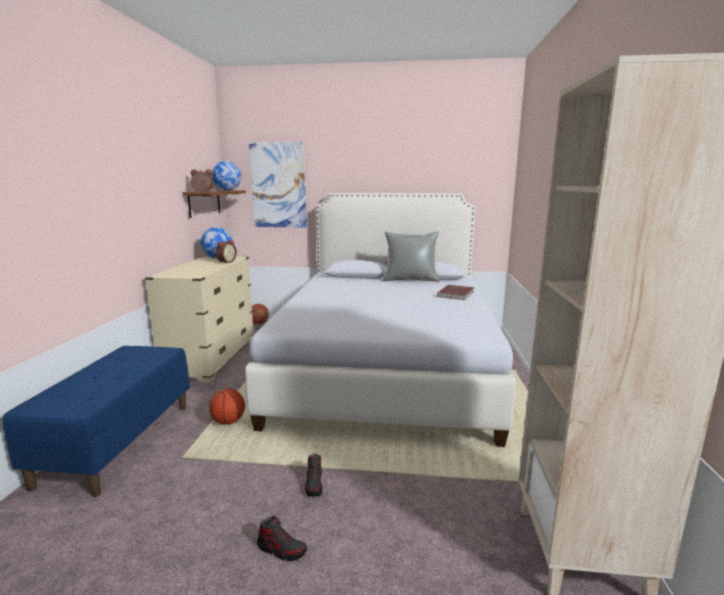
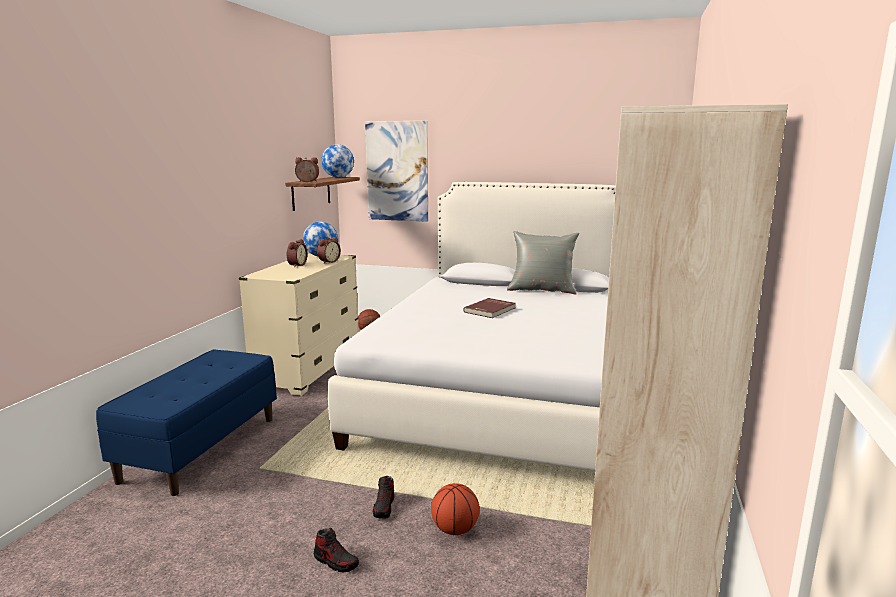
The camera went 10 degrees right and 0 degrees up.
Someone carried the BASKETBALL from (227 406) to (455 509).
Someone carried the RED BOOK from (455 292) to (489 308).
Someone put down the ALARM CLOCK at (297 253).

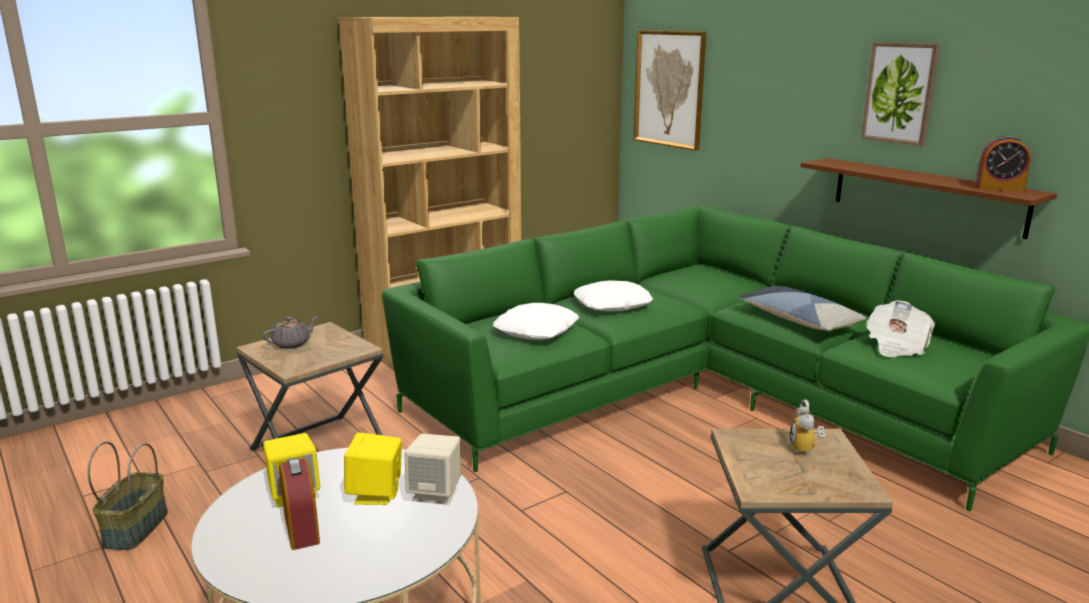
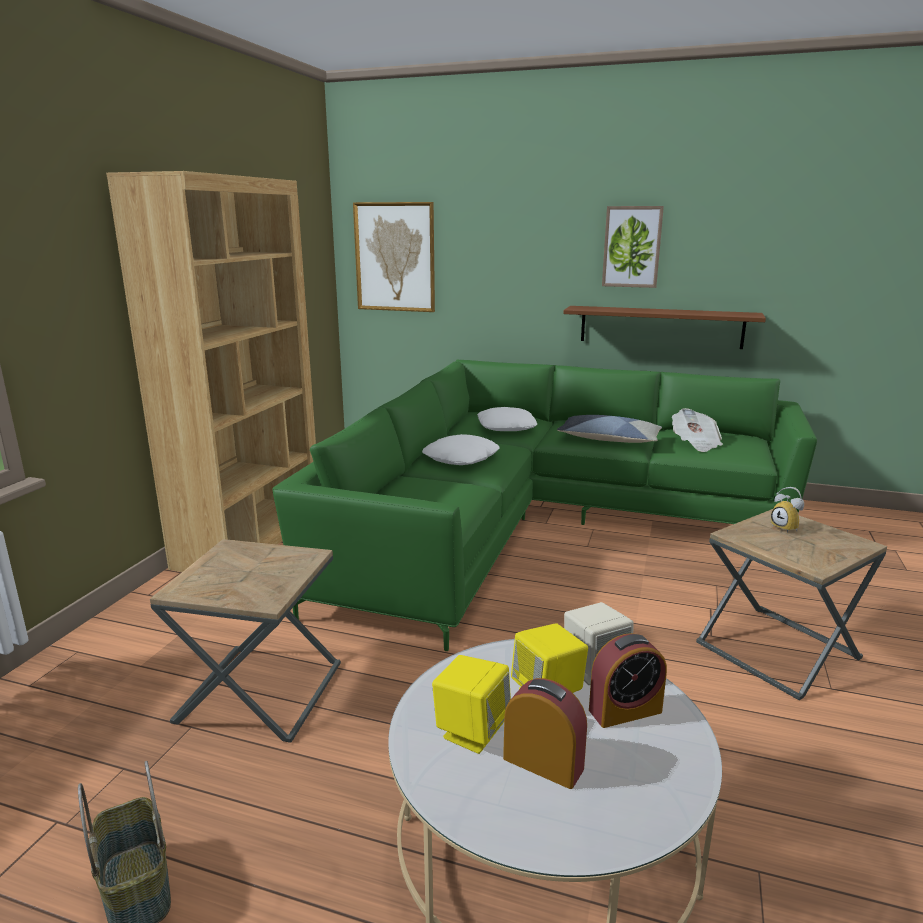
The camera went 35 degrees left and 0 degrees up.
Someone took away the GREY TEAPOT at (290 332).
Someone carried the WHITE PILLOW from (536 321) to (507 419).
Someone carried the ALARM CLOCK from (1003 164) to (628 680).

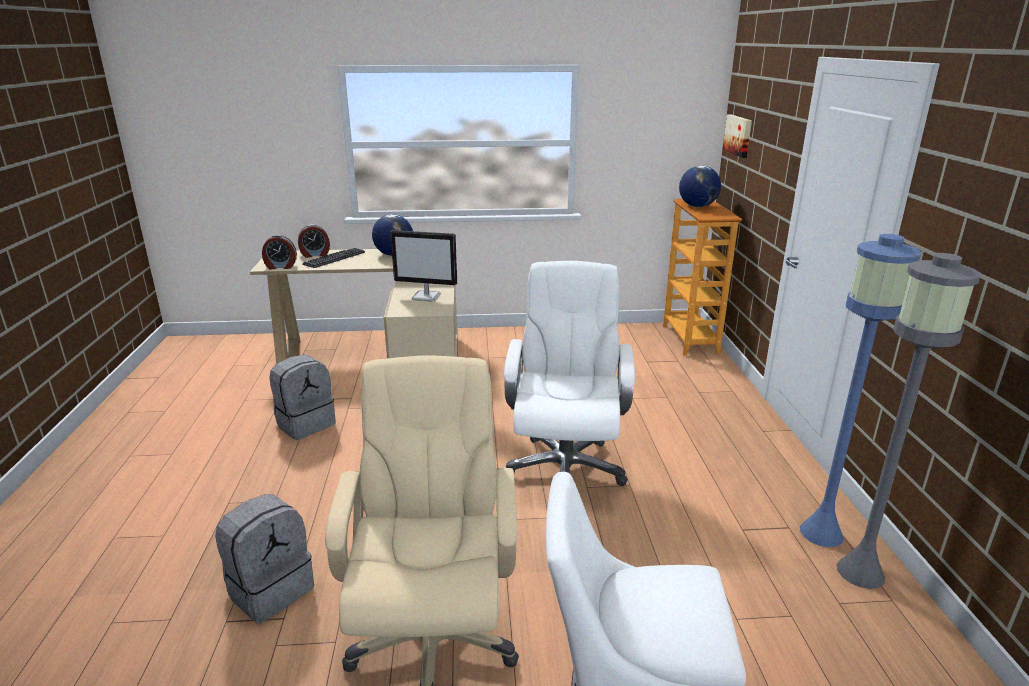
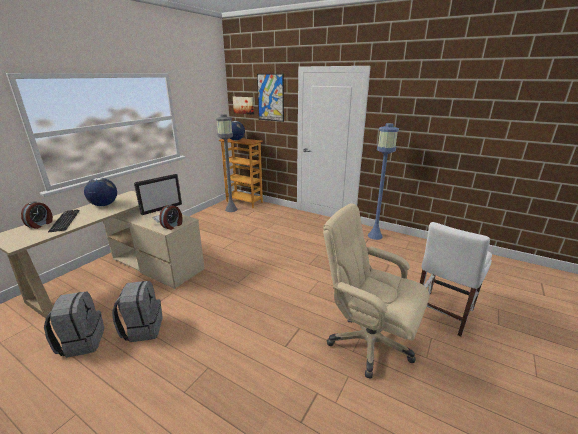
The camera went 55 degrees left and 0 degrees up.
Someone carried the GREY BACKPACK from (264 558) to (74 325).
Someone carried the ALARM CLOCK from (279 252) to (171 217).
Someone took away the WHITE OFFICE CHAIR at (569 373).
Someone carried the GREY FLOOR LAMP from (909 421) to (227 163).
Someone put up the PICTURE at (270 98).

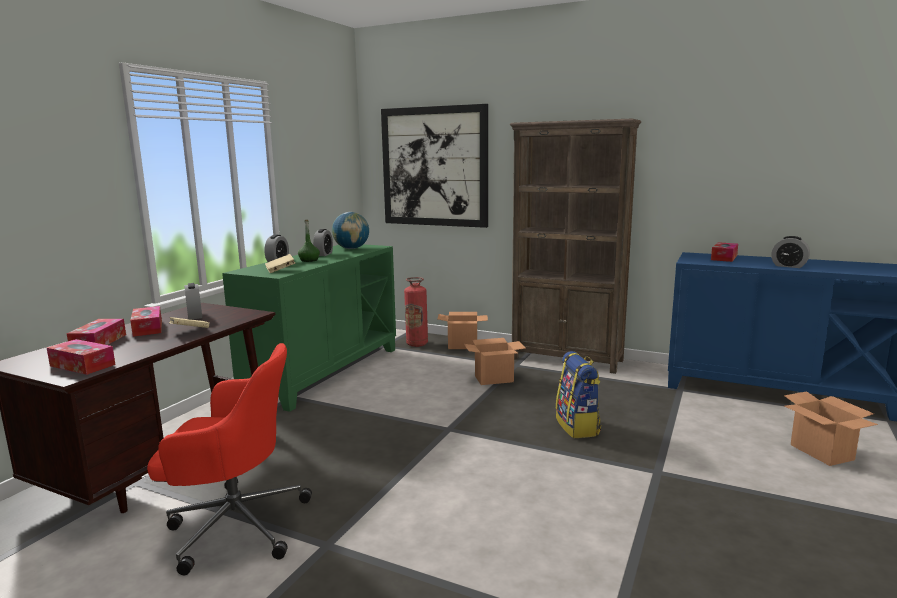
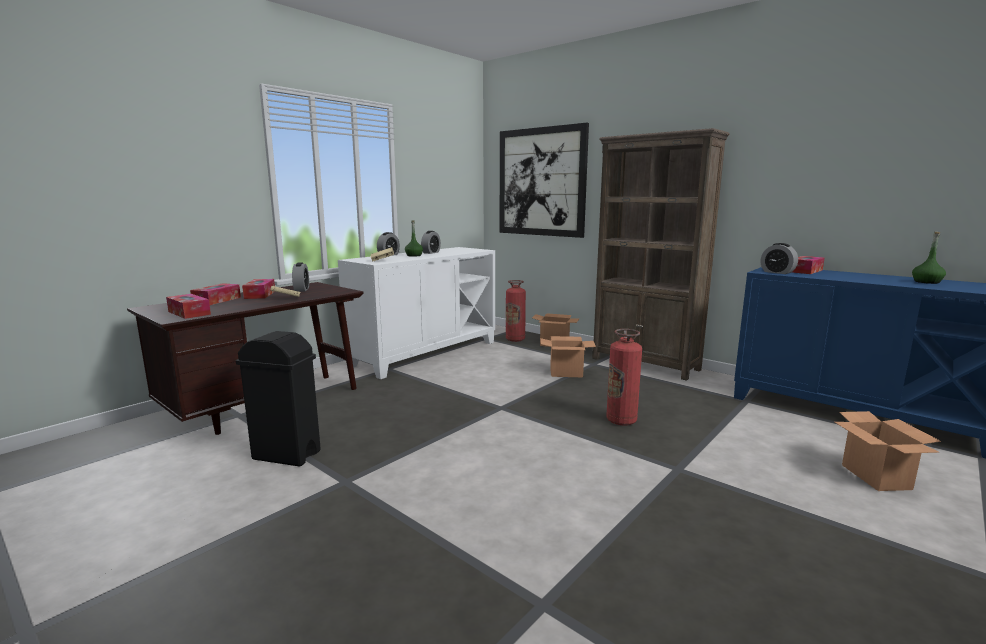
The camera went 15 degrees right and 0 degrees up.
Someone swapped the RED OFFICE CHAIR at (229 459) for the BLACK TRASH CAN at (278 399).
Someone repainted the GREEN CABINET at (309 328), which became the WHITE CABINET at (416 313).
Someone took away the GLOBE at (350 230).
Someone swapped the BACKPACK at (578 394) for the FIRE EXTINGUISHER at (624 377).
Someone carried the ALARM CLOCK from (790 252) to (779 258).
Someone put down the GREEN BOTTLE at (929 258).

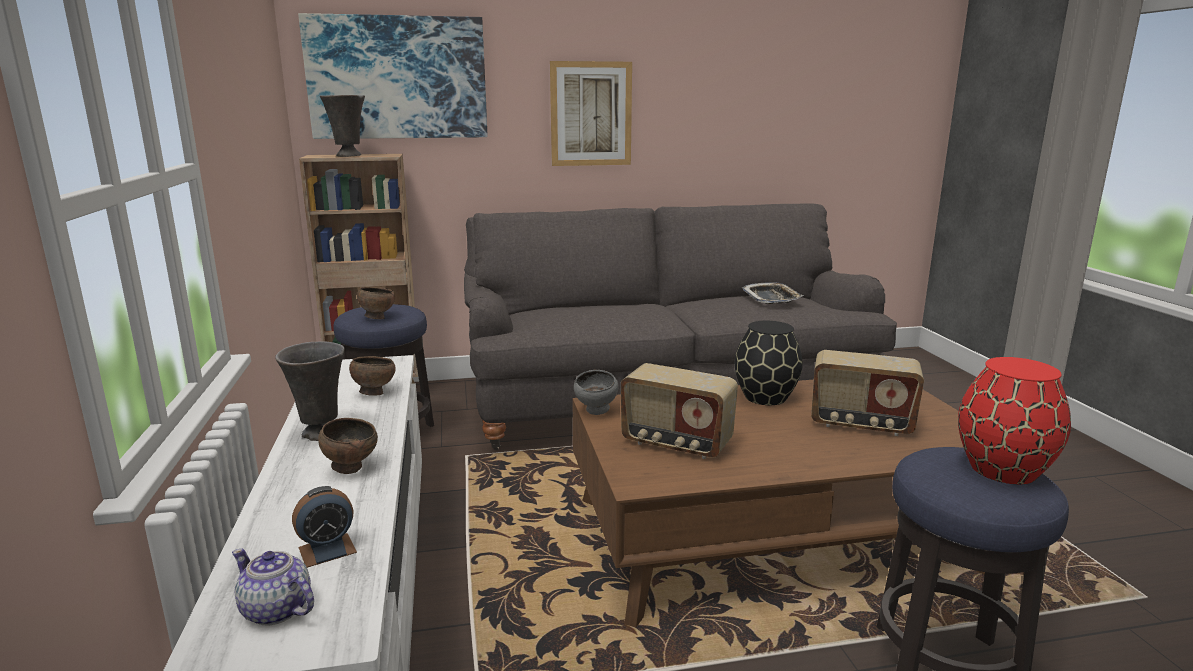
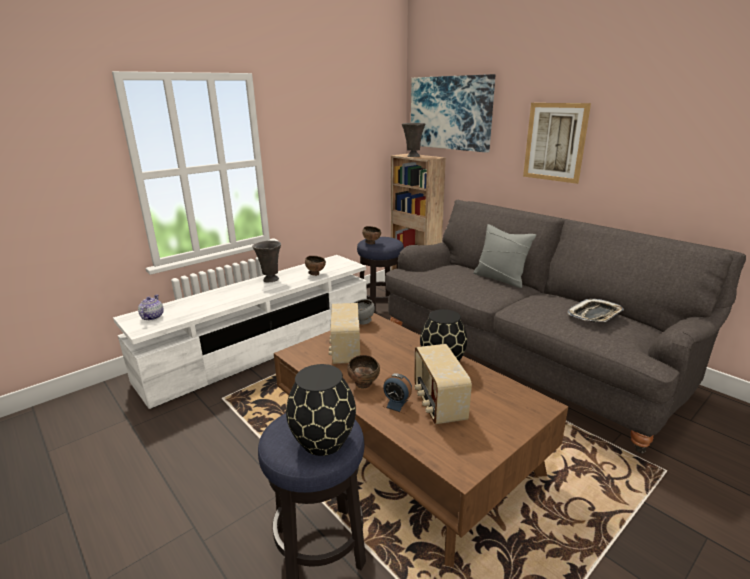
The camera went 60 degrees right and 5 degrees up.
Someone carried the ALARM CLOCK from (324 527) to (397 393).
Someone carried the BROWN BOWL from (348 446) to (363 372).
Someone repainted the RED VASE at (1014 420), which became the BLACK VASE at (321 410).
Someone put down the GREY PILLOW at (504 256).

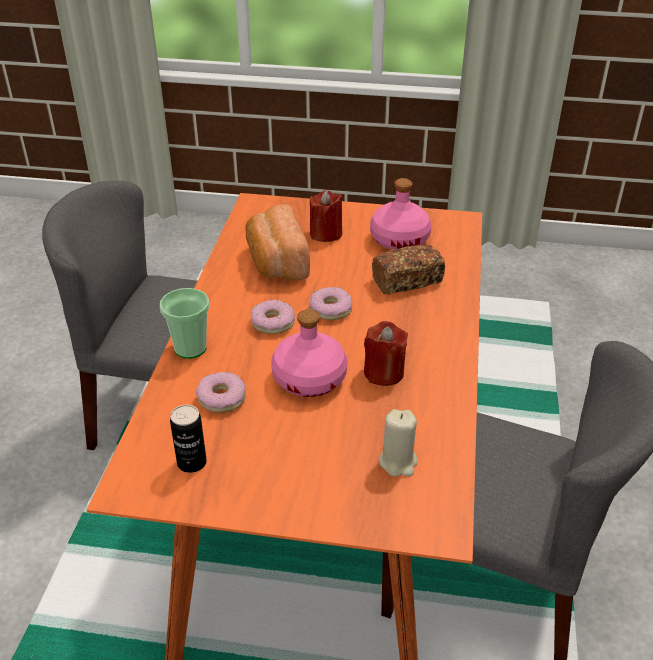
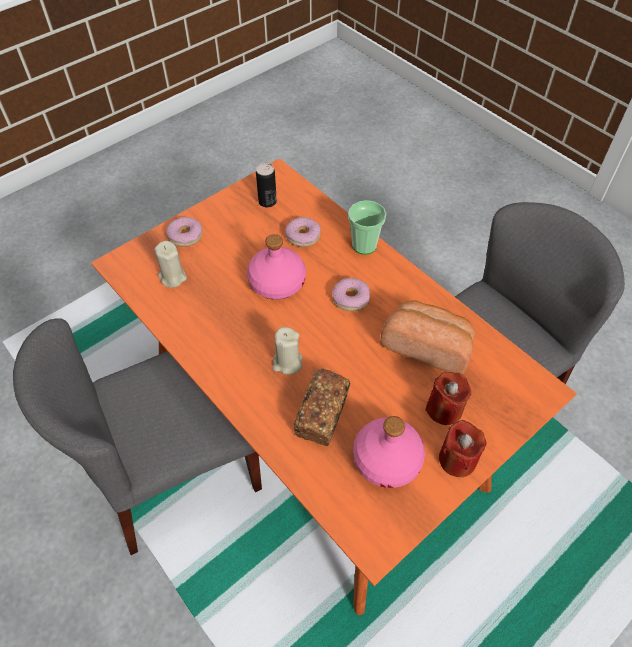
The camera went 130 degrees right and 15 degrees up.
Someone carried the DONUT from (330 303) to (184 232).
Someone carried the RED CANDLE from (386 353) to (463 448).
Someone put down the BEIGE CANDLE at (288 351).

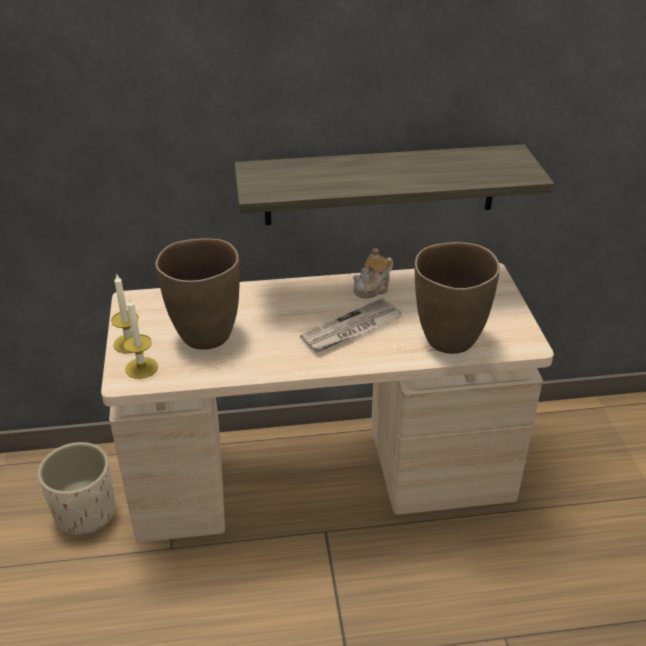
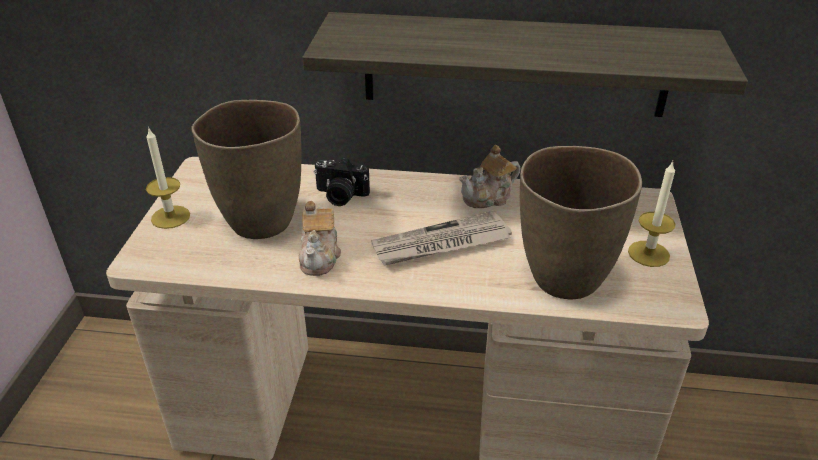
The camera went 15 degrees right and 0 degrees up.
Someone took away the BEIGE PLANTER at (76 489).
Someone carried the CANDLE from (140 338) to (651 214).
Someone put down the TEAPOT at (320 238).
Someone put down the PHOTO CAMERA at (342 182).

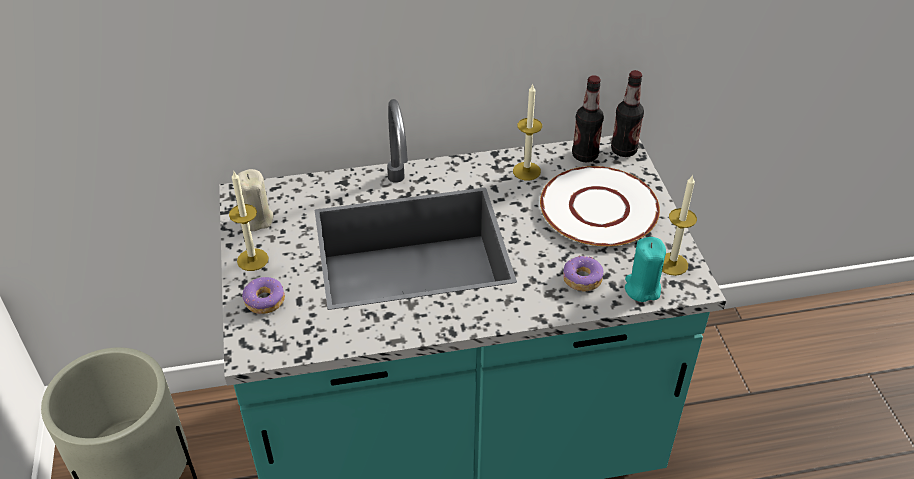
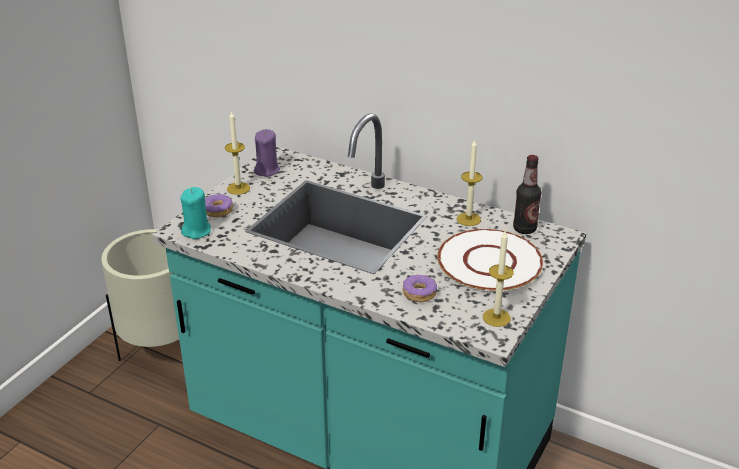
The camera went 40 degrees right and 10 degrees down.
Someone repainted the BEIGE CANDLE at (255 200), which became the PURPLE CANDLE at (267 153).
Someone took away the BOTTLE at (627 113).
Someone carried the TURQUOISE CANDLE from (645 269) to (195 213).

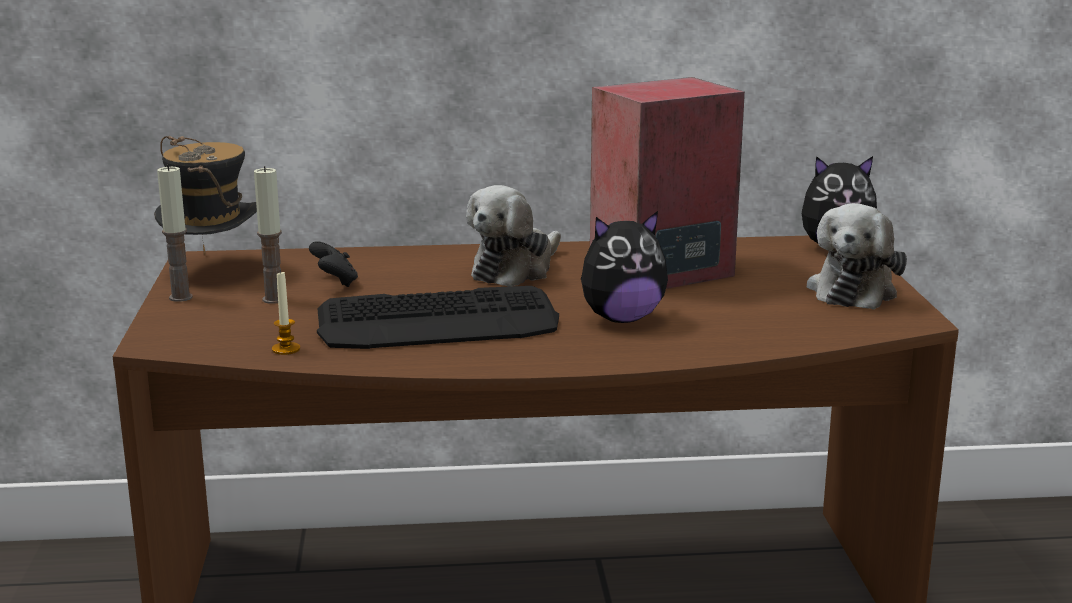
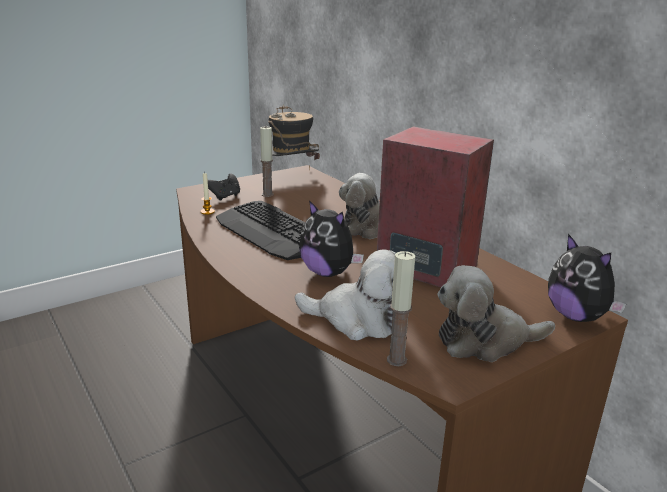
The camera went 60 degrees right and 5 degrees up.
Someone carried the CANDLE from (175 233) to (401 308).
Someone carried the BLACK GAME CONTROLLER from (333 264) to (224 187).
Someone put down the PLUSH TOY at (345 294).

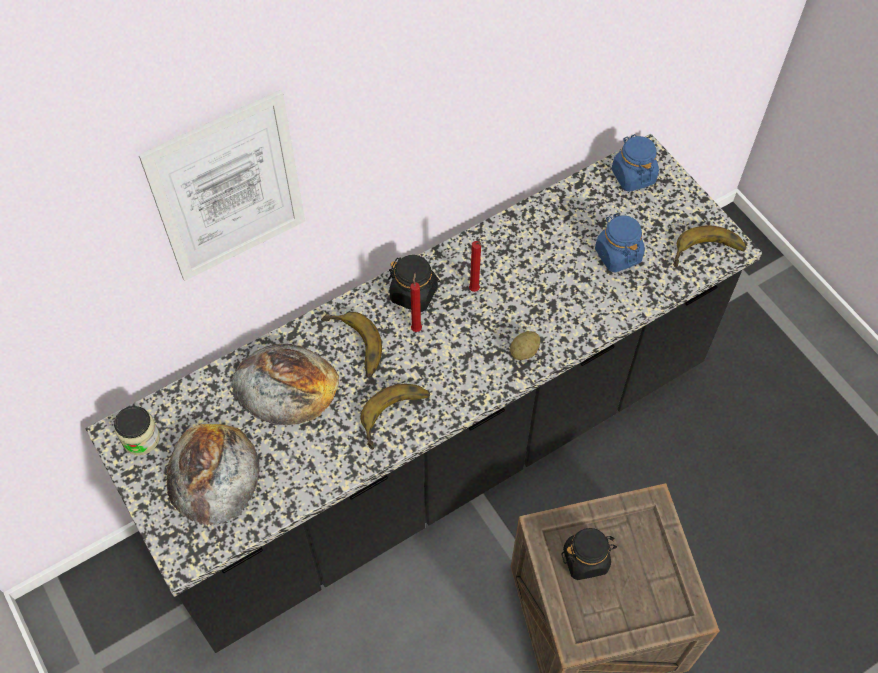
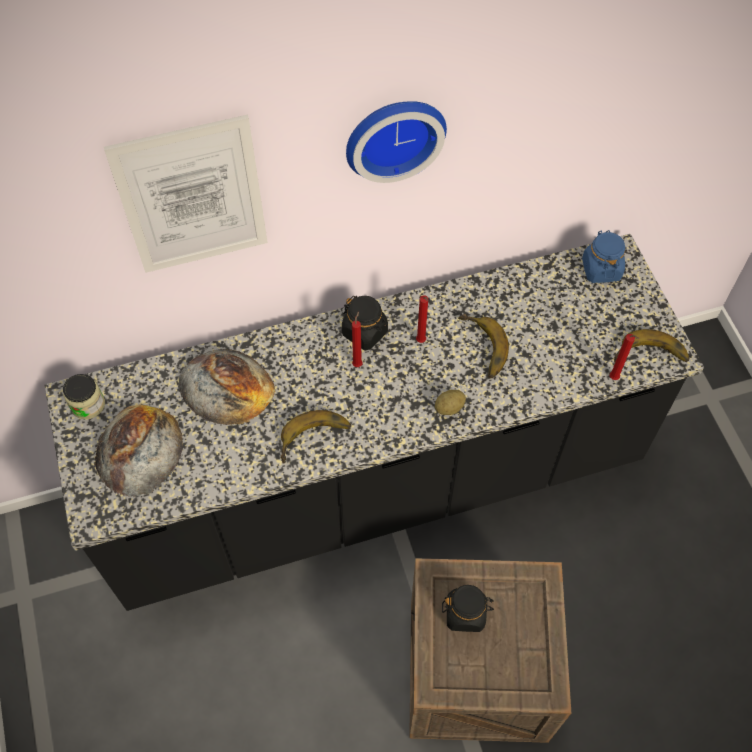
The camera went 15 degrees right and 0 degrees up.
Someone carried the BANANA from (351 344) to (483 346).
Someone took away the BLUE JAR at (620 243).
Someone put up the WALL CLOCK at (396 142).
Someone put down the RED CANDLE at (624 357).

